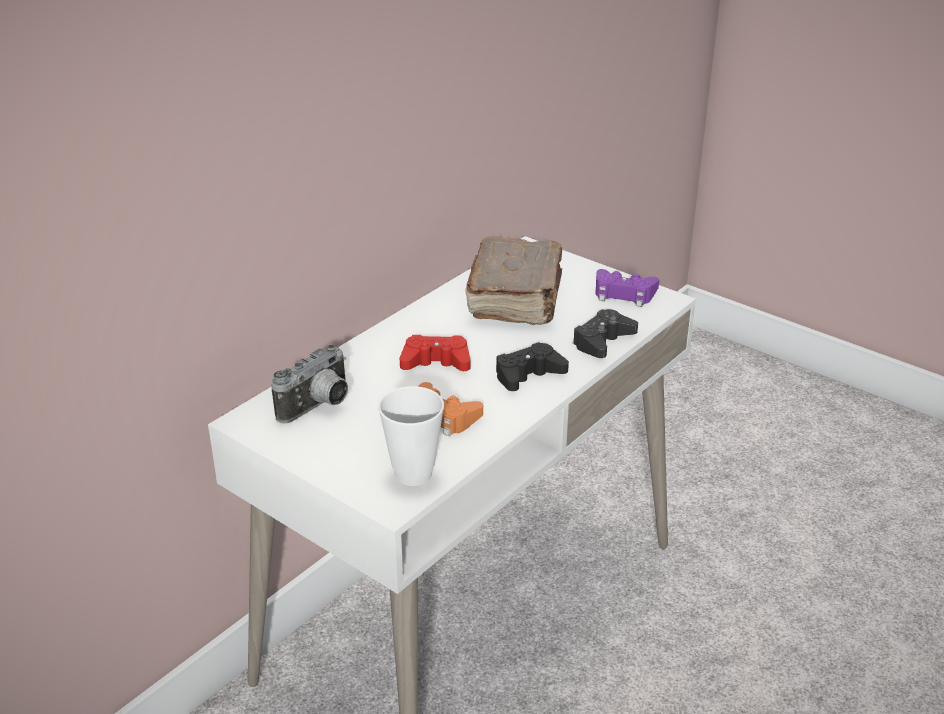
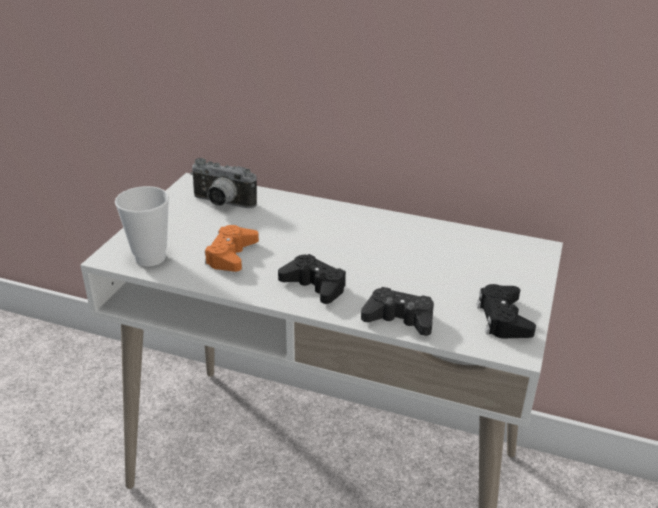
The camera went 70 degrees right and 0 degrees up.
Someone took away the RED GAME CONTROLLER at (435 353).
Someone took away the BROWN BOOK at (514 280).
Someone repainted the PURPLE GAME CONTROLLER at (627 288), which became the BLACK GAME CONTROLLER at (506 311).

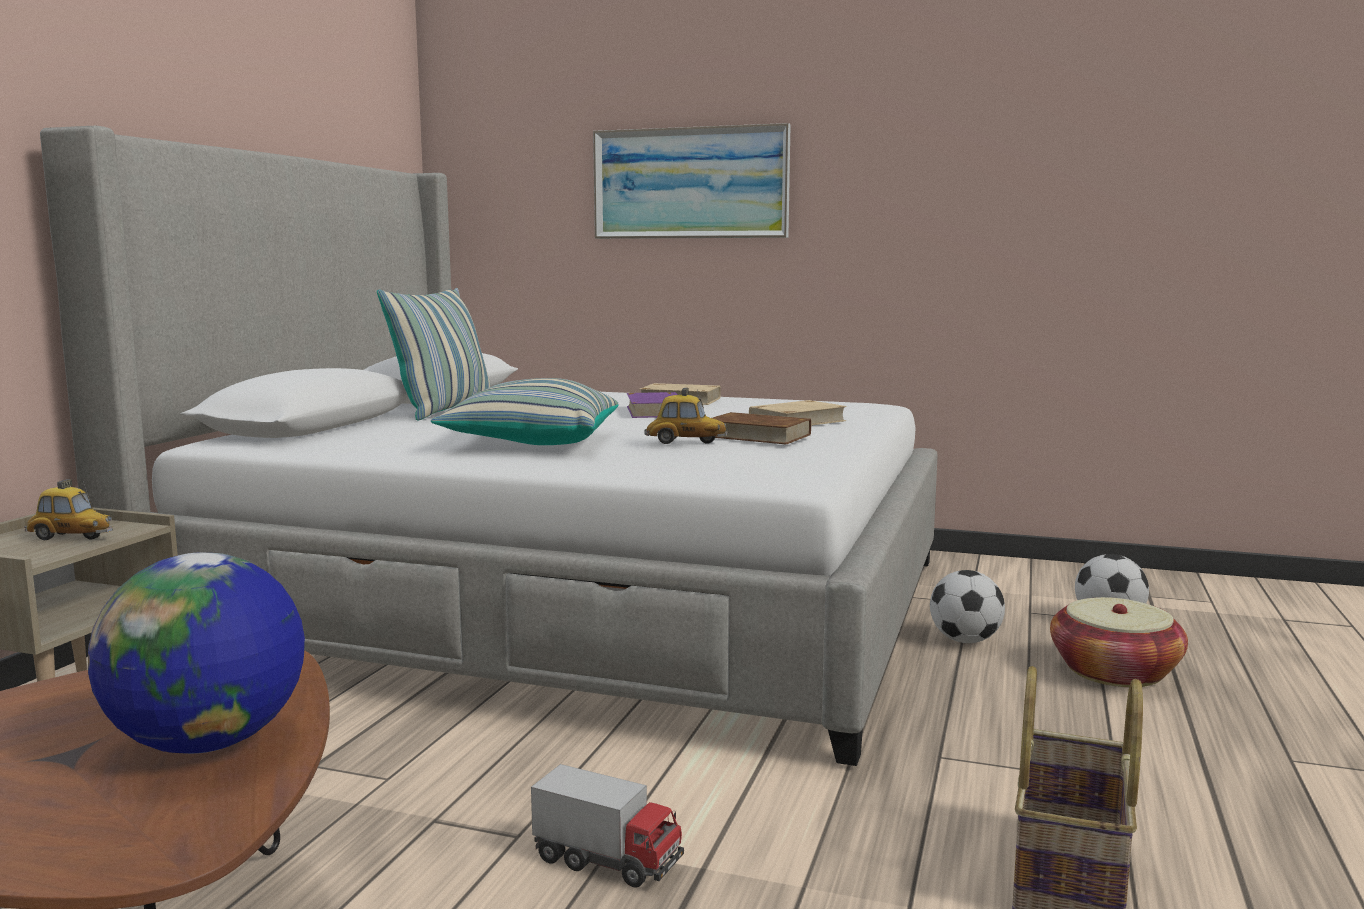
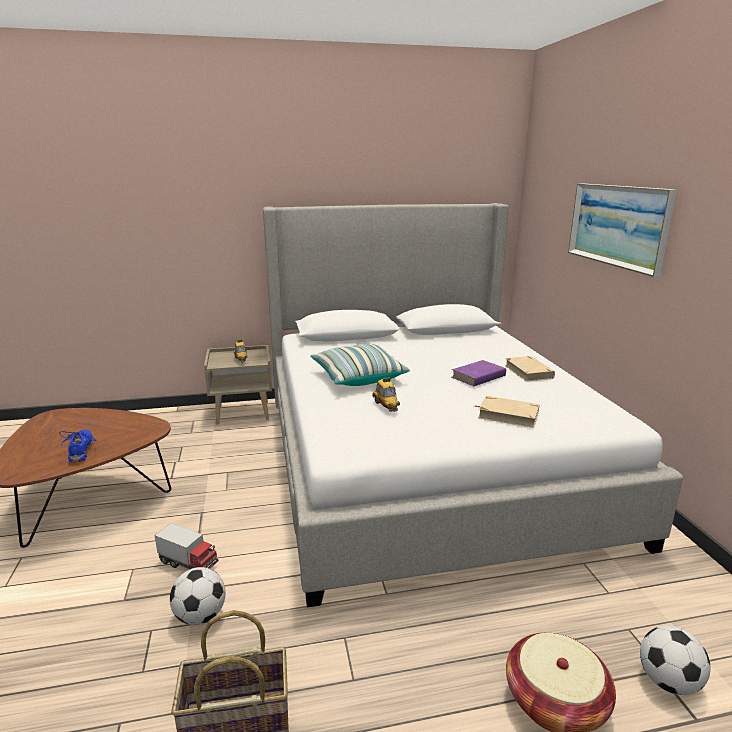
The camera went 60 degrees right and 10 degrees up.
Someone swapped the GLOBE at (196 653) for the BLUE SHOE at (78 446).
Someone took away the PILLOW at (434 354).
Someone rotated the TOY TRUCK at (607 825) by 60 degrees counterclockwise.
Someone took away the BROWN BOOK at (761 428).
Someone carried the FOOTBALL from (967 606) to (198 596).

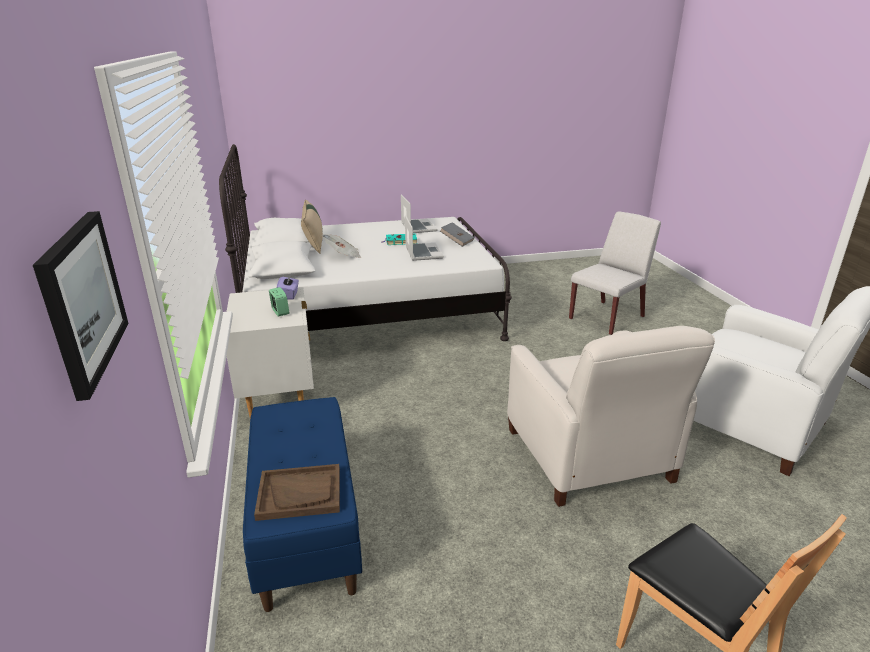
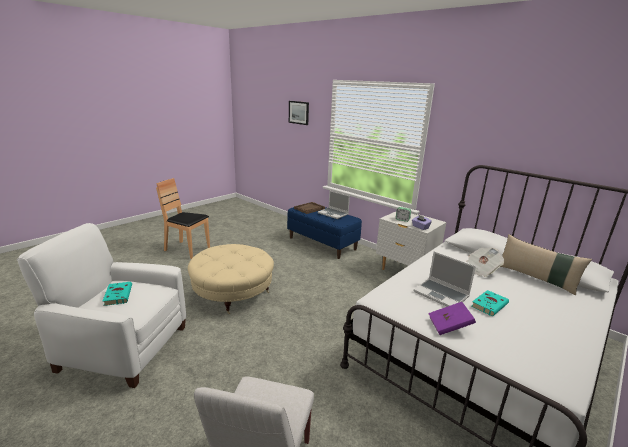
The camera went 145 degrees right and 5 degrees down.
Someone carried the LAPTOP from (419 213) to (334 205).
Someone repainted the GREY BOOK at (457 234), which became the PURPLE BOOK at (452 318).
Someone swapped the WHITE ARMCHAIR at (611 416) for the BEIGE OTTOMAN at (231 279).
Someone put down the TURQUOISE BOOK at (117 294).

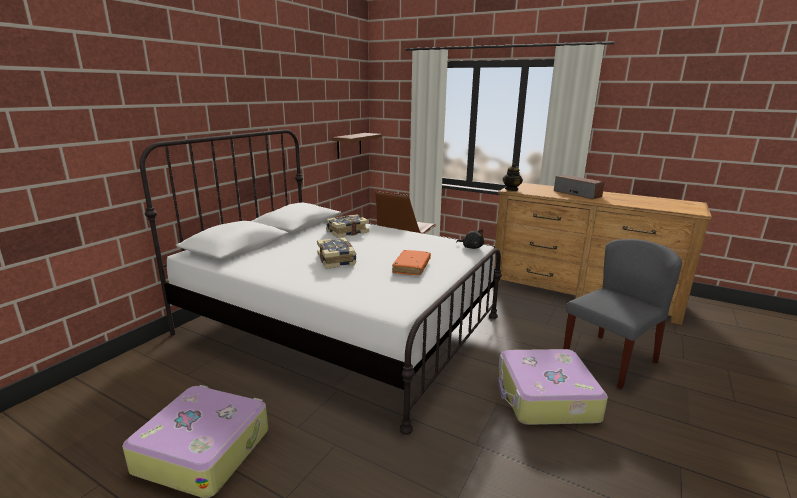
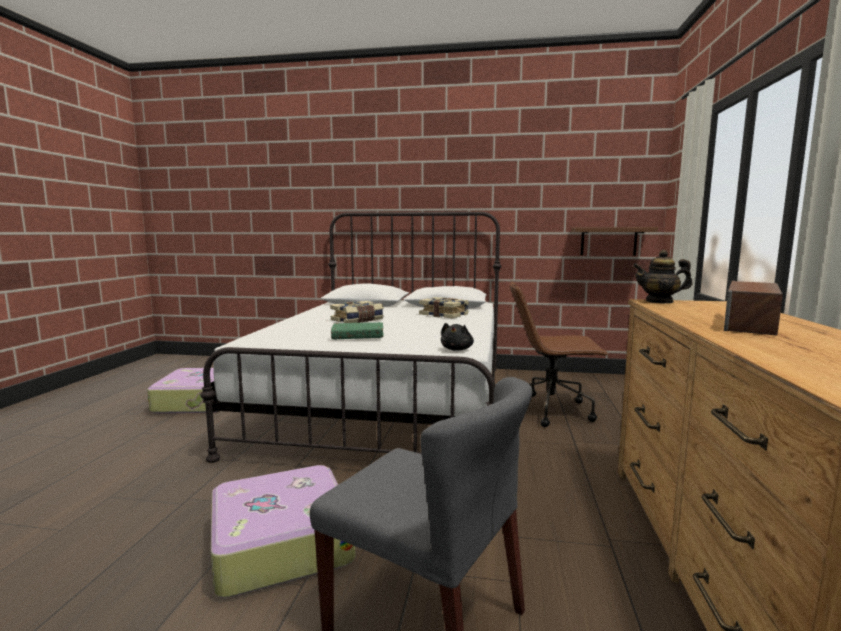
The camera went 70 degrees right and 10 degrees down.
Someone repainted the ORANGE BOOK at (411 262), which became the GREEN BOOK at (357 331).

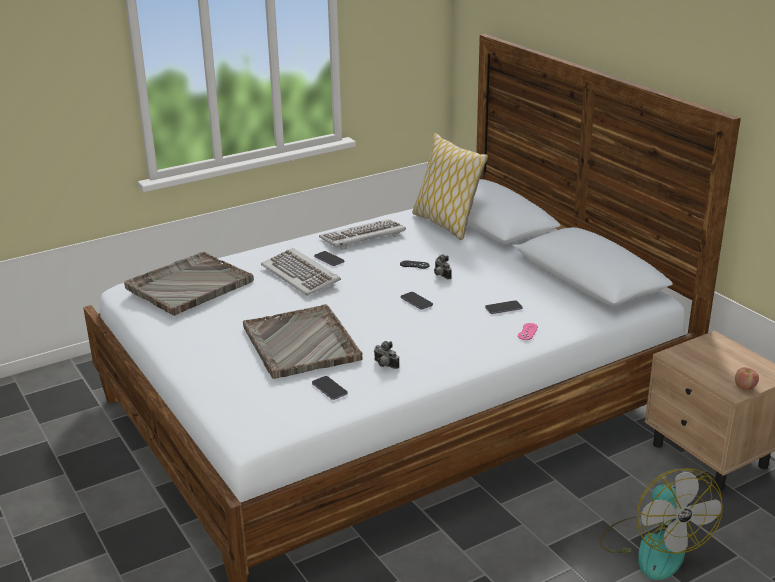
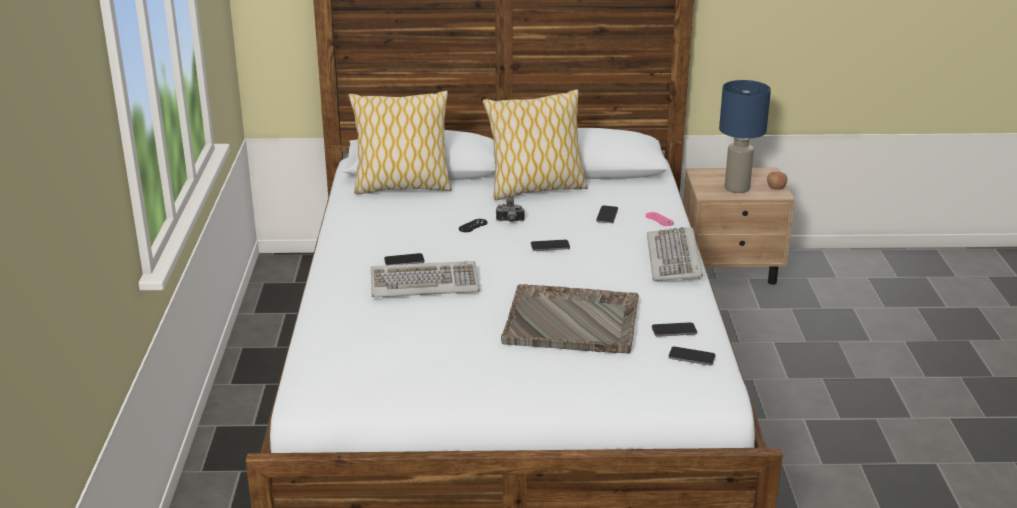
The camera went 60 degrees left and 0 degrees up.
Someone took away the GREY TRAY at (189 284).
Someone carried the KEYBOARD from (362 234) to (675 254).
Someone took away the PHOTO CAMERA at (386 355).
Someone took away the FAN at (661 524).
Someone put down the PILLOW at (535 144).
Someone put down the PHONE at (692 355).
Someone put down the BLUE TABLE LAMP at (745 136).

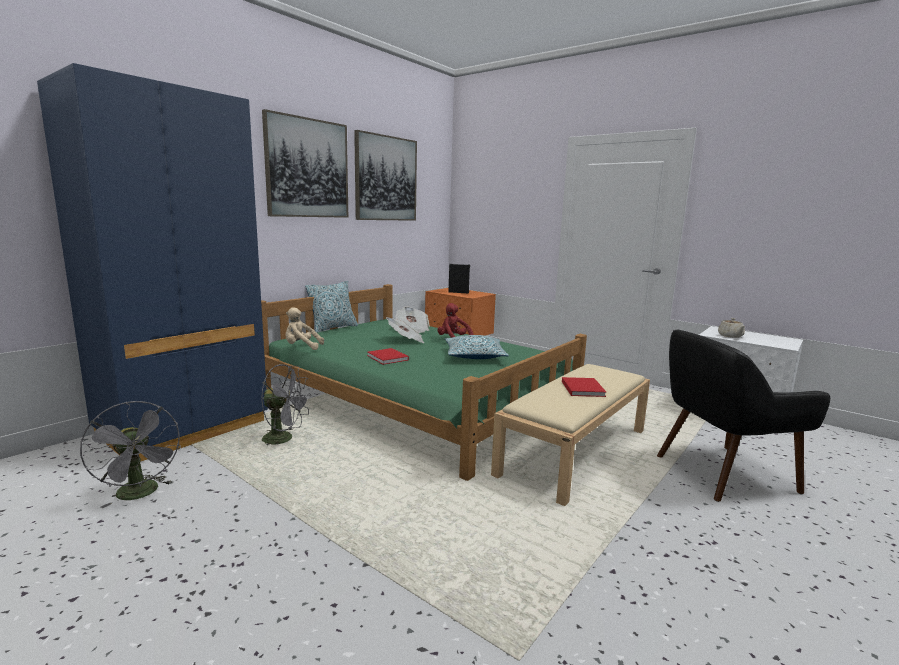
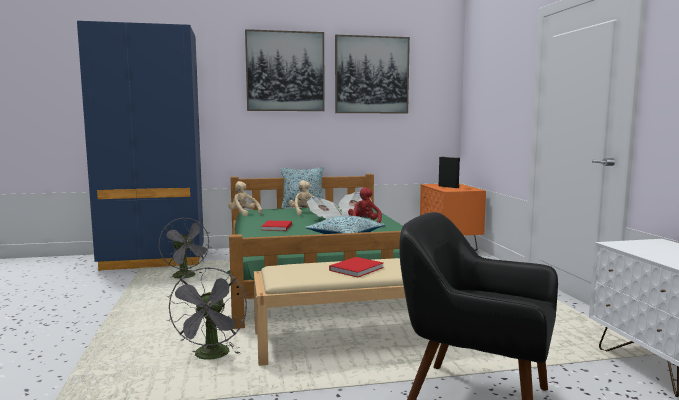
The camera went 40 degrees right and 5 degrees down.
Someone carried the GREY FAN from (130 454) to (207 313).
Someone took away the BEIGE TEAPOT at (731 328).
Someone put down the BEIGE PLUSH TOY at (301 197).

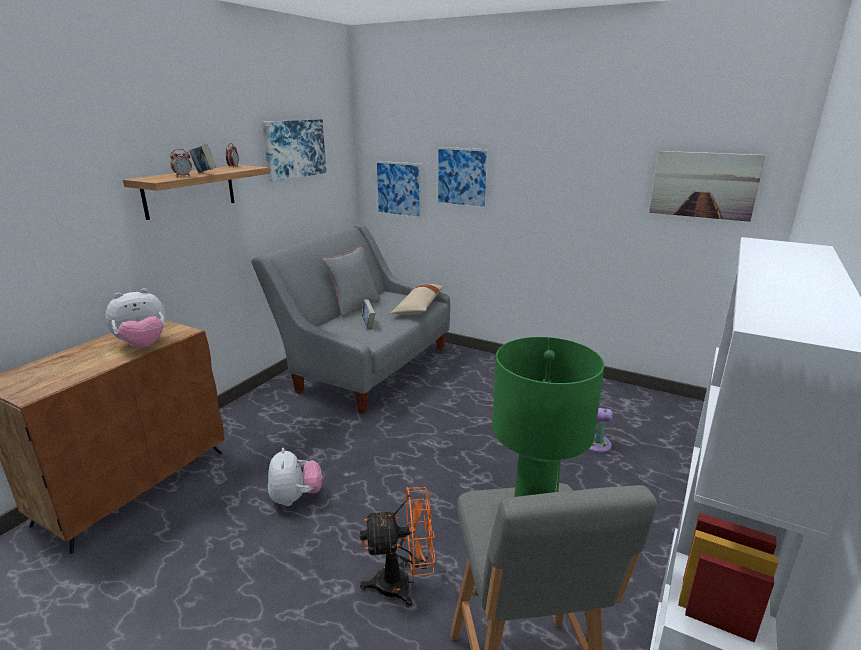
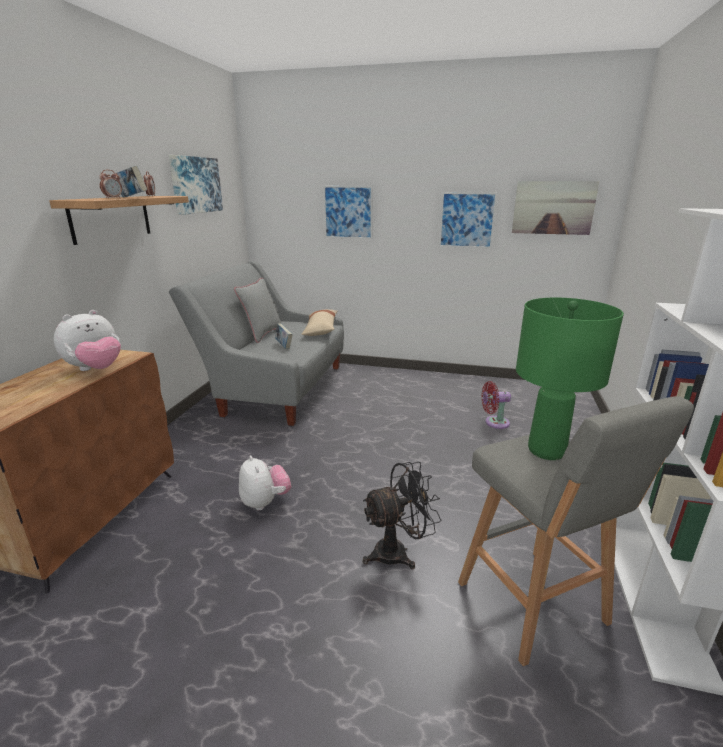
The camera went 15 degrees left and 0 degrees up.
Someone repainted the ORANGE FAN at (397 547), which became the BLACK FAN at (402 515).
Someone carried the PICTURE from (398 190) to (468 220).

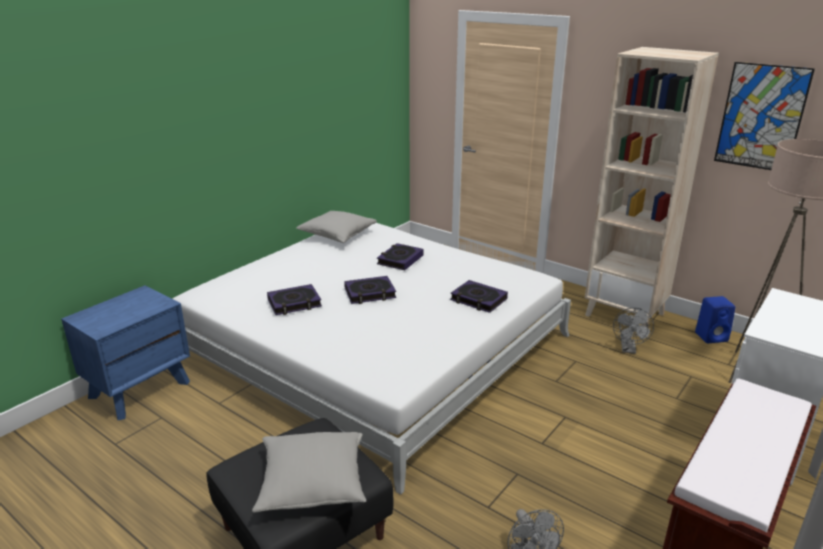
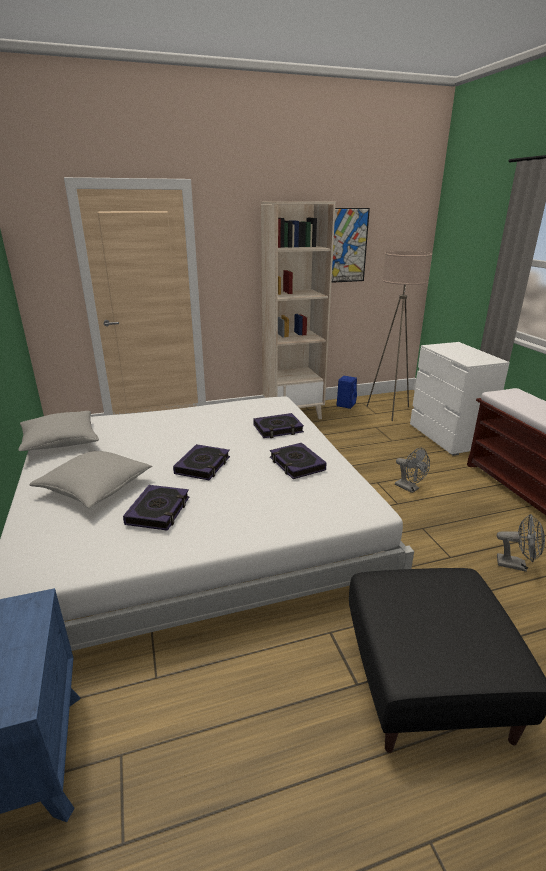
The camera went 55 degrees left and 0 degrees up.
Someone carried the GREY PILLOW from (309 472) to (91 480).
Someone carried the BOOK from (400 256) to (298 461).
Someone carried the GREY FAN from (633 331) to (412 470).

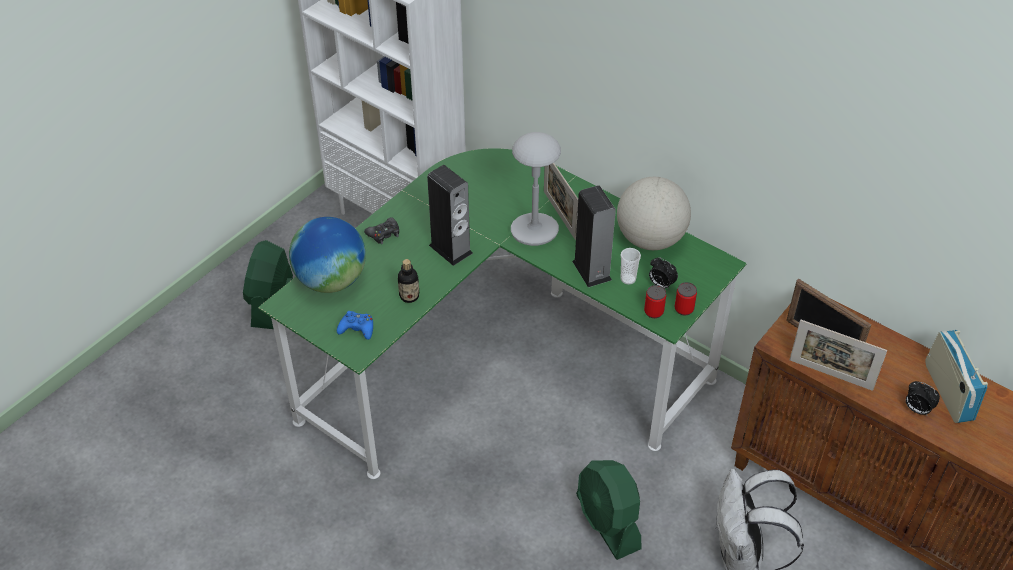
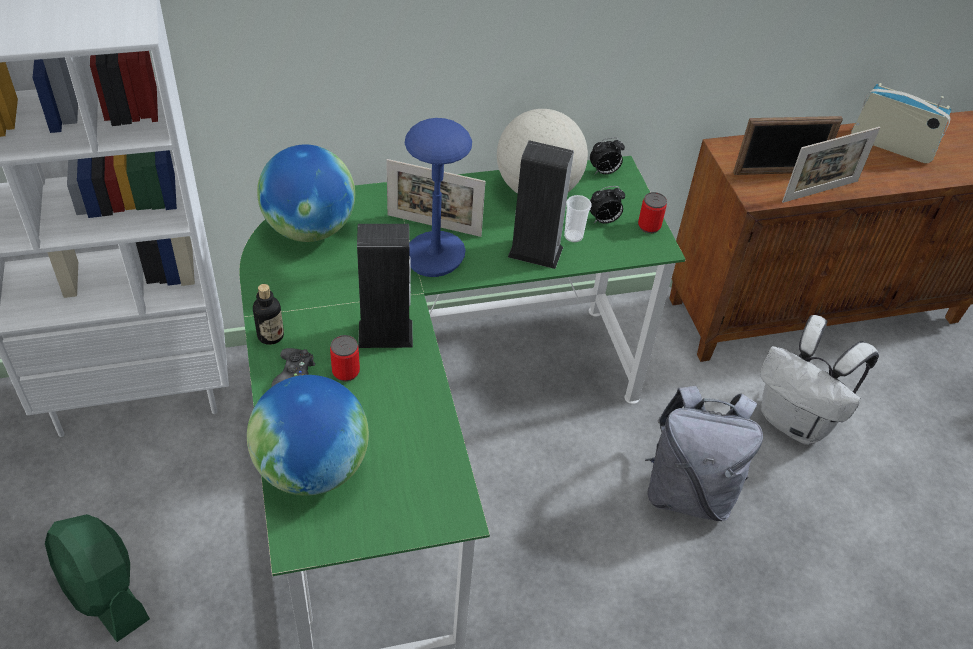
The camera went 55 degrees left and 0 degrees up.
Someone took away the BLUE GAME CONTROLLER at (355 325).
Someone carried the BOTTLE from (408 281) to (268 314).
Someone repainted the GREY TABLE LAMP at (536 189), which became the BLUE TABLE LAMP at (438 197).
Someone swapped the GREEN FAN at (609 510) for the GREY BACKPACK at (704 453).
Someone carried the CAN from (655 301) to (345 358).
Someone carried the ALARM CLOCK from (923 398) to (607 155).
Someone put down the GLOBE at (306 193).

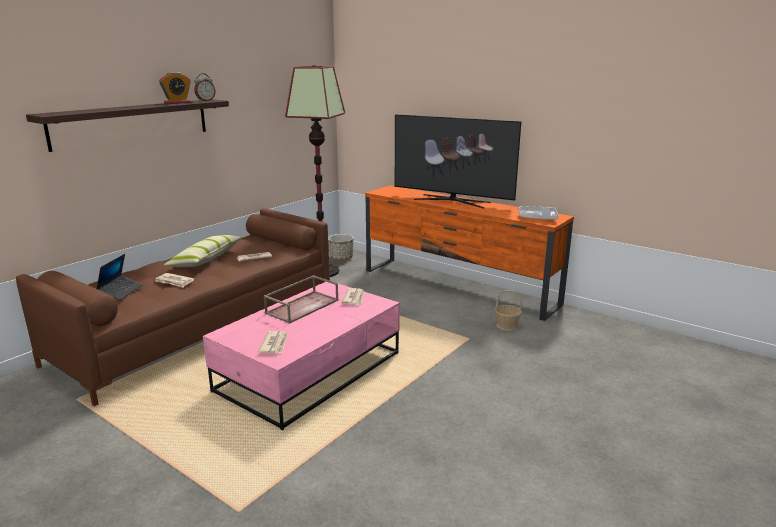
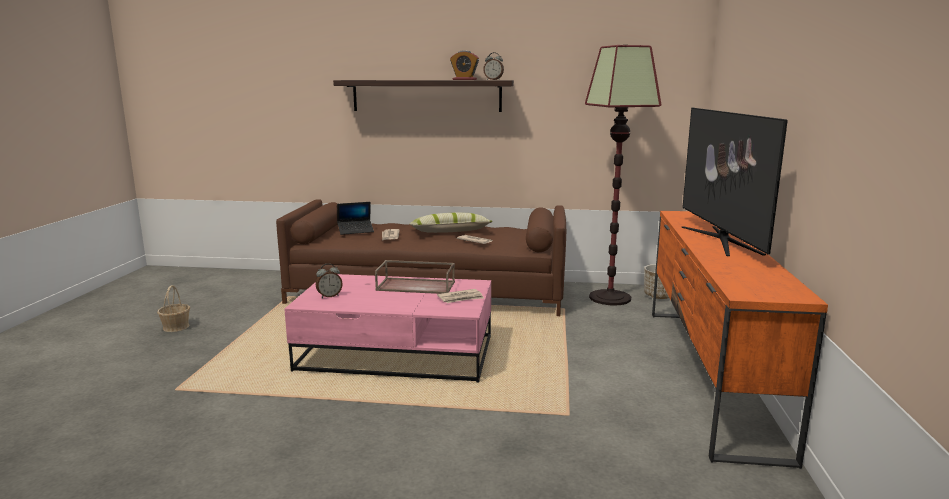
The camera went 60 degrees right and 5 degrees down.
Someone swapped the NEWSPAPER at (273 342) for the ALARM CLOCK at (329 280).
Someone carried the BASKET from (508 310) to (173 308).
Someone took away the GREY TRAY at (538 212).

